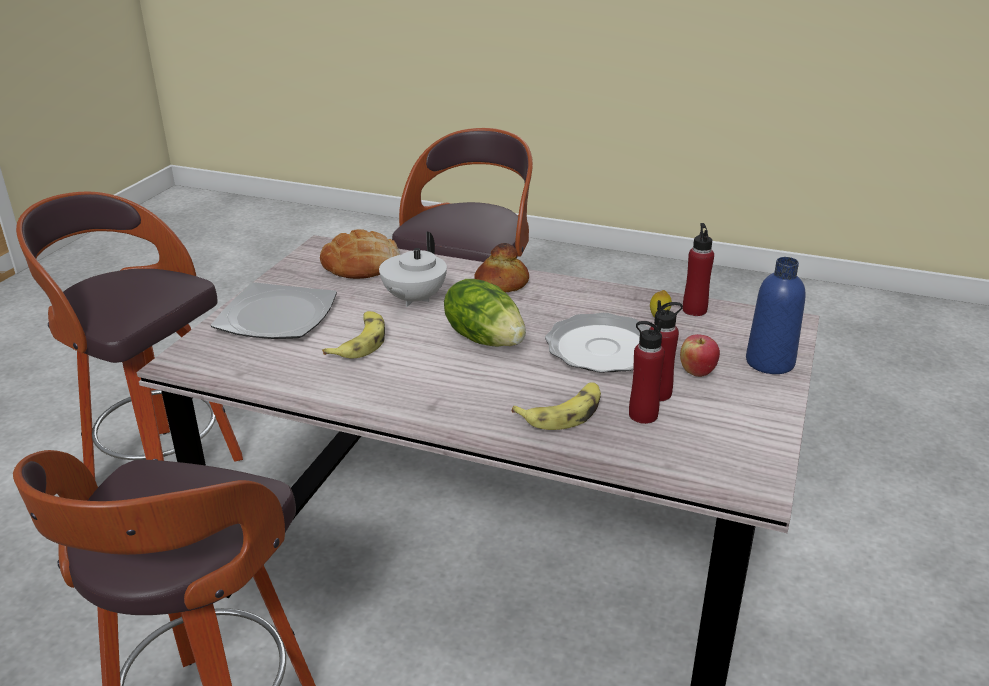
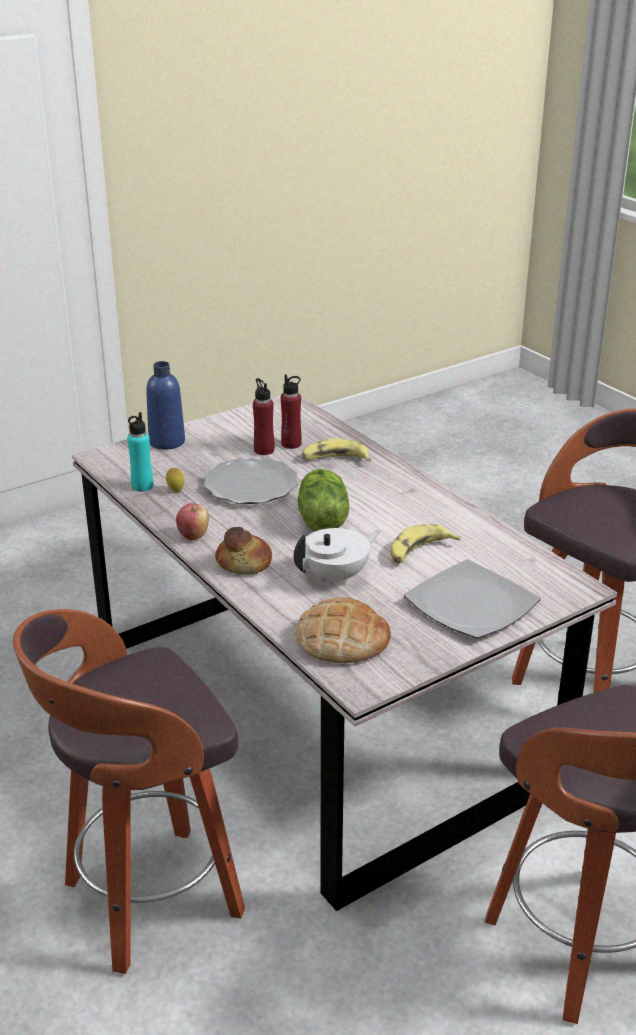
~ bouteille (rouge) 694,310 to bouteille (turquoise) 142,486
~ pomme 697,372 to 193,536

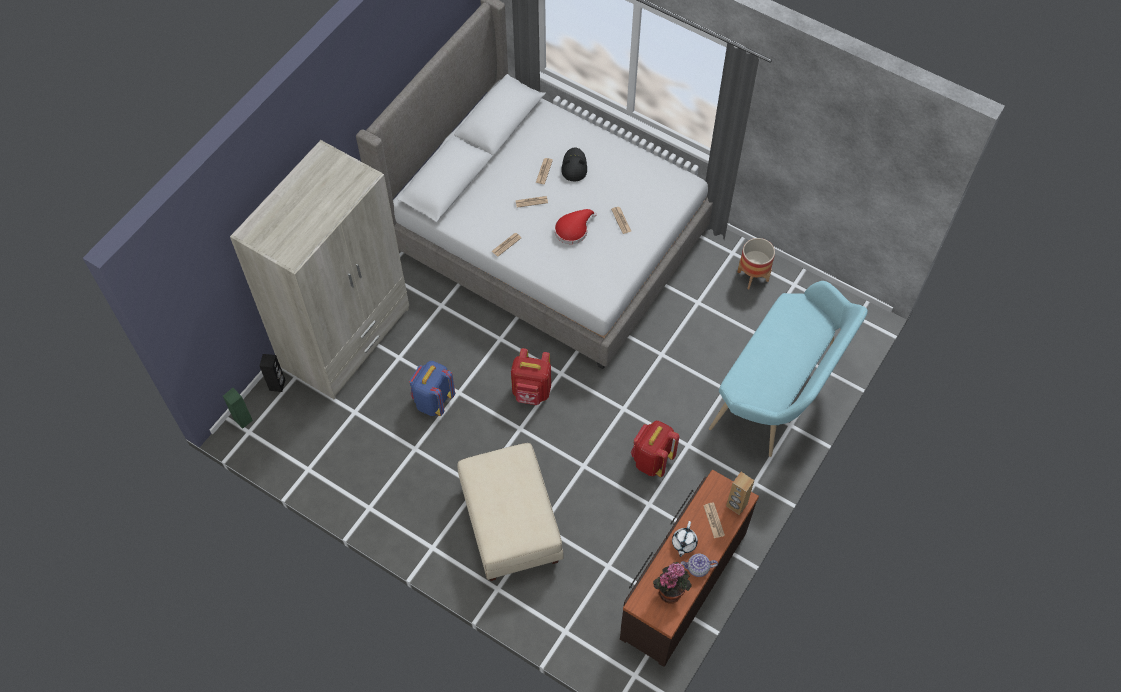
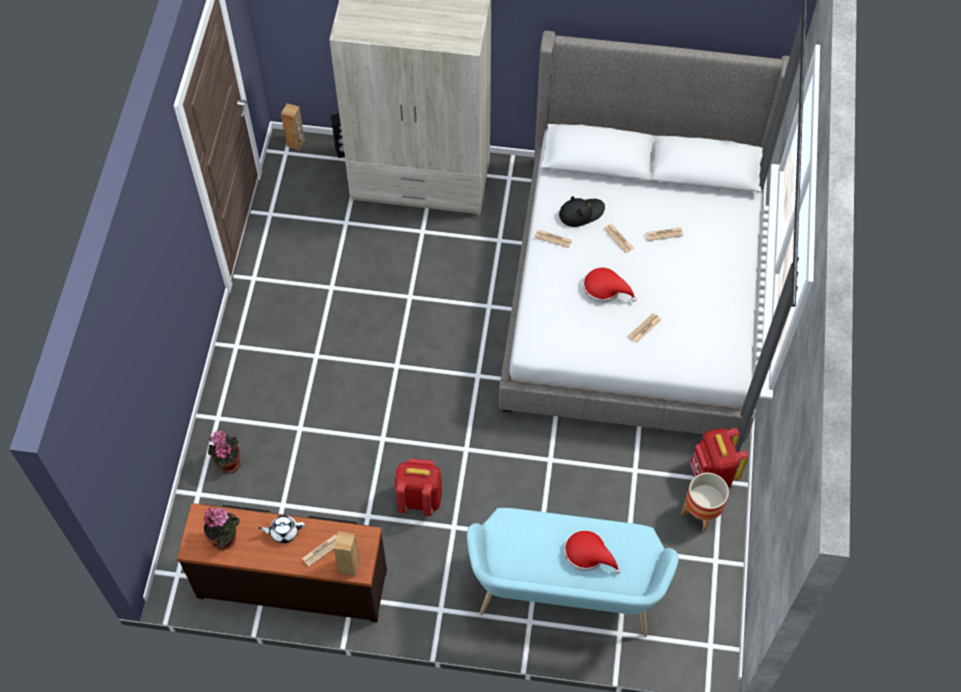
~ chapeau (noir) 574,166 to 581,213
~ sac à dos (rouge) 532,392 to 712,473
- sac à dos (bleu) 433,401
~ enceinte (vert) 243,419 to enceinte (marron) 296,143
- pouf (beige) 509,524
- théière 697,568
+ plante en pot 228,462
+ chapeau (rouge) 588,554

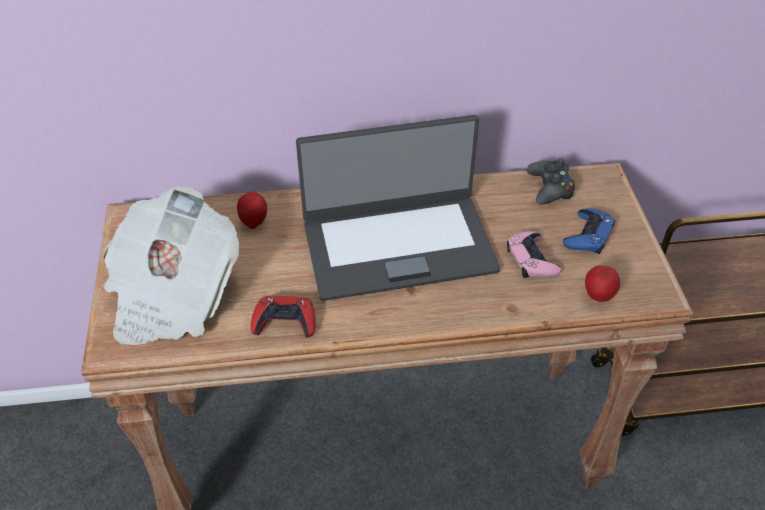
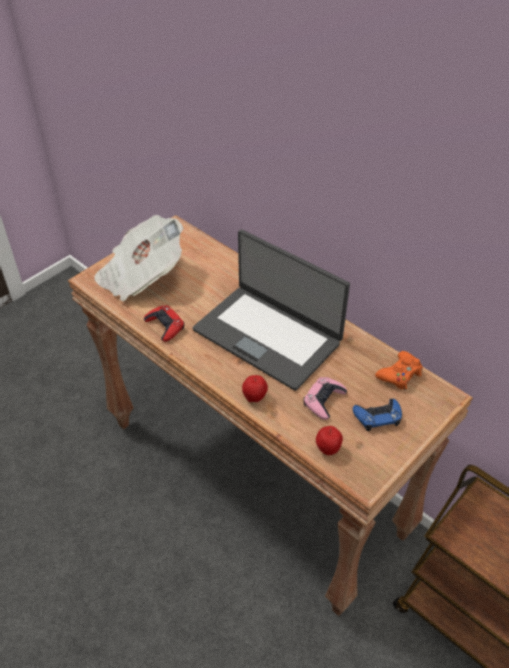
~ manette (noir) 550,188 to manette (orange) 400,375
~ pomme 254,223 to 255,398

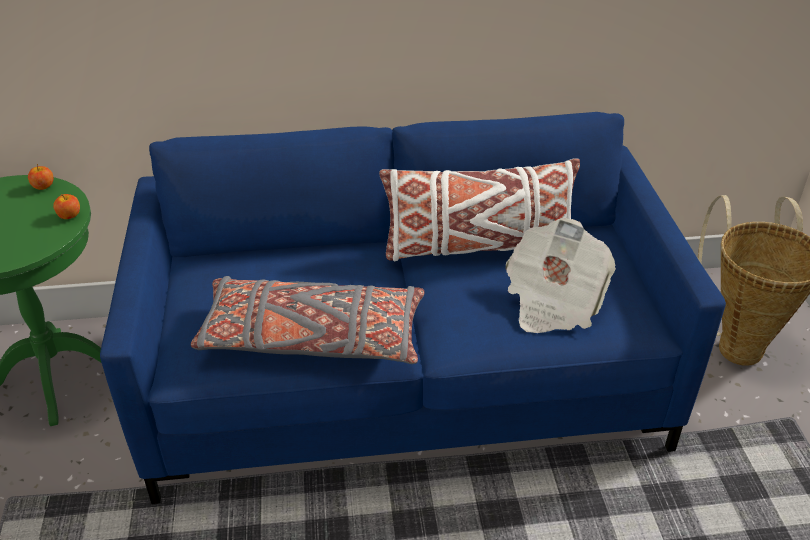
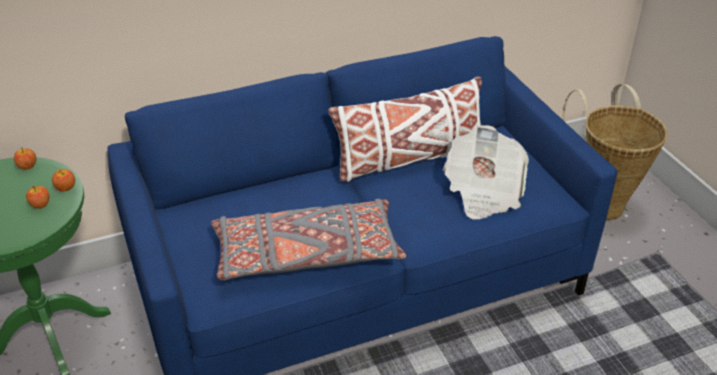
+ pomme 40,205

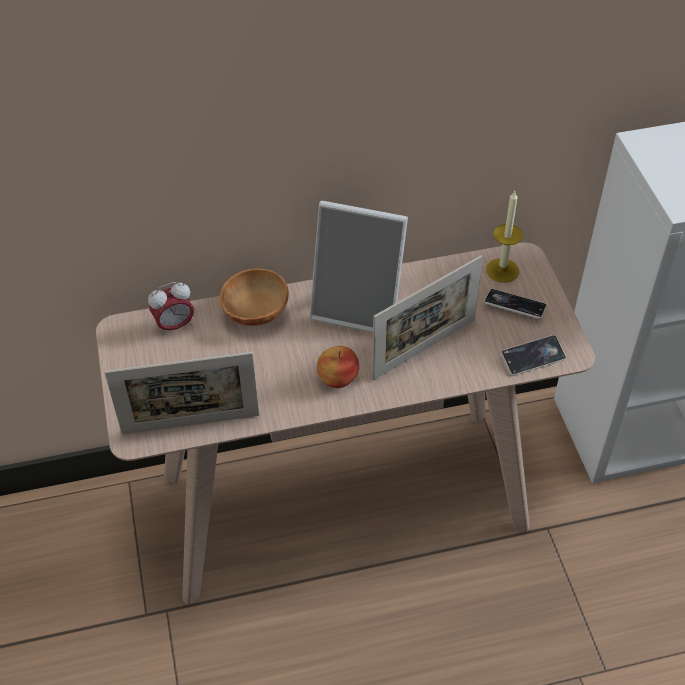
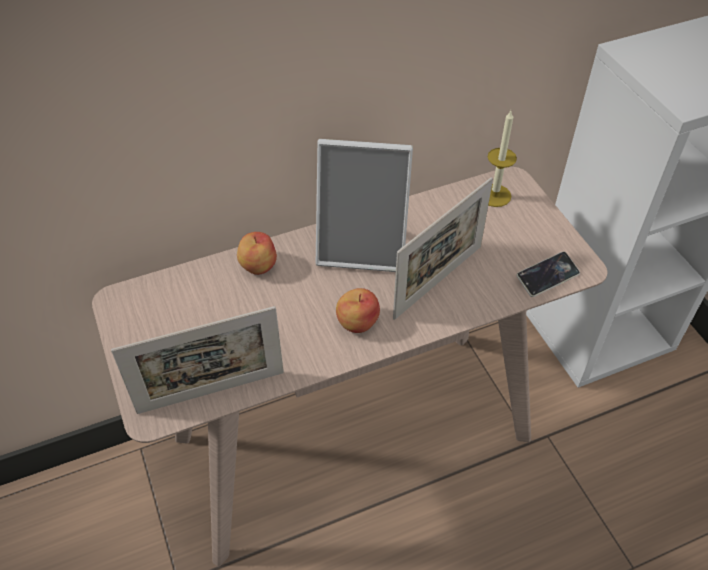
~ bol (marron) 254,312 to pomme 257,265
- réveil 175,325
- téléphone 514,306

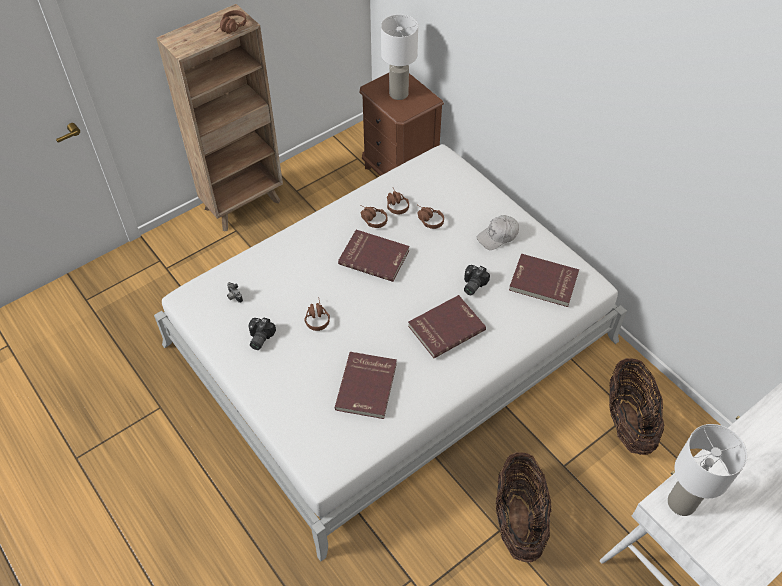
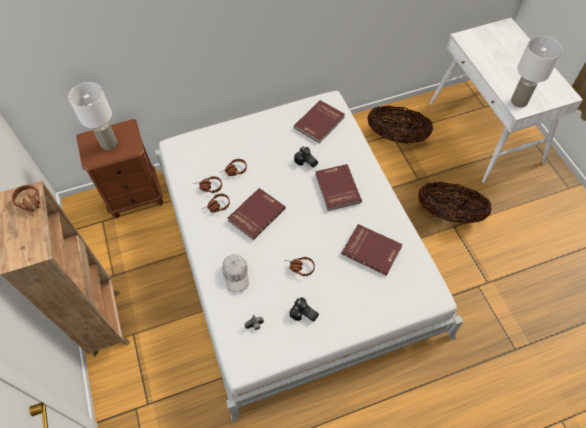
~ casquette (blanc) 498,236 to 236,274

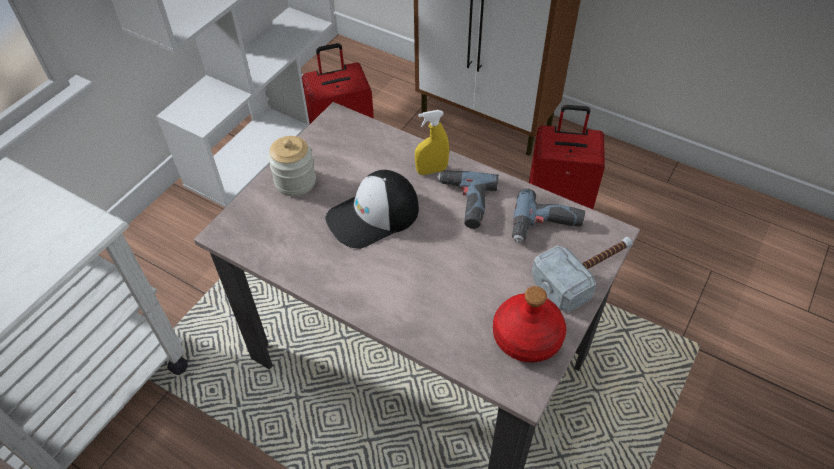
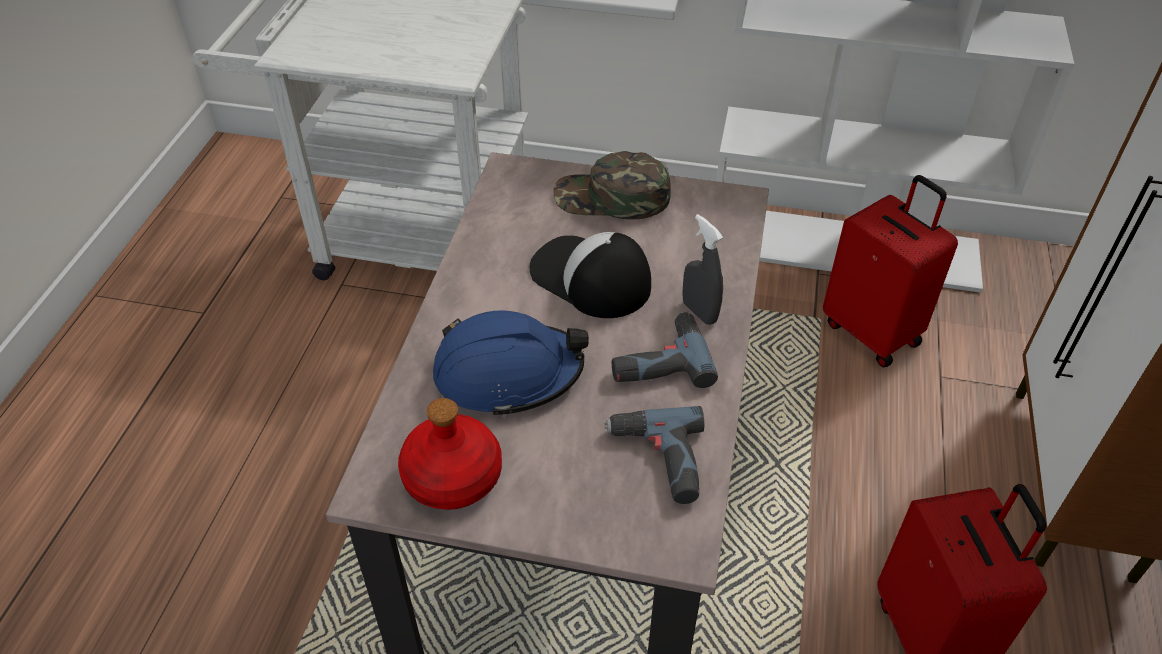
~ vaporisateur (jaune) 431,170 to vaporisateur (gris) 699,312
~ bocal 295,181 to casquette (vert) 611,198
- marteau 586,273
+ casque de chantier (bleu) 508,374

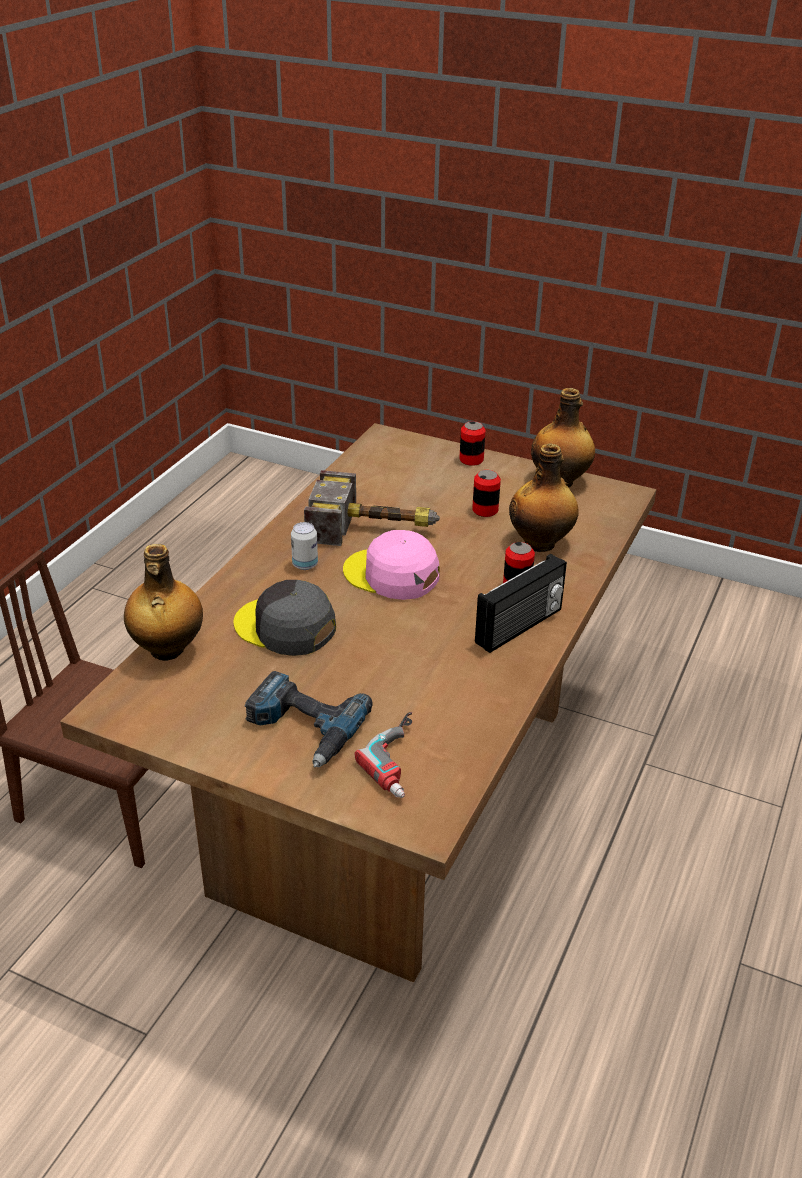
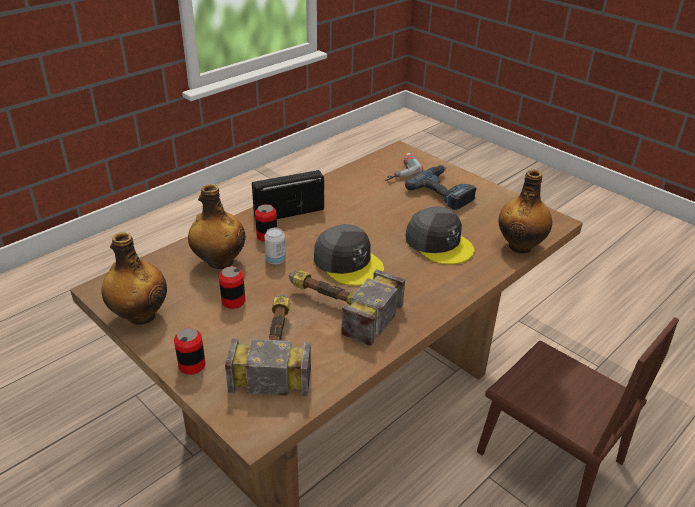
~ boîte métallique 305,565 to 275,260
~ casquette (rose) 391,575 to casquette (gris) 348,263
+ marteau 276,349

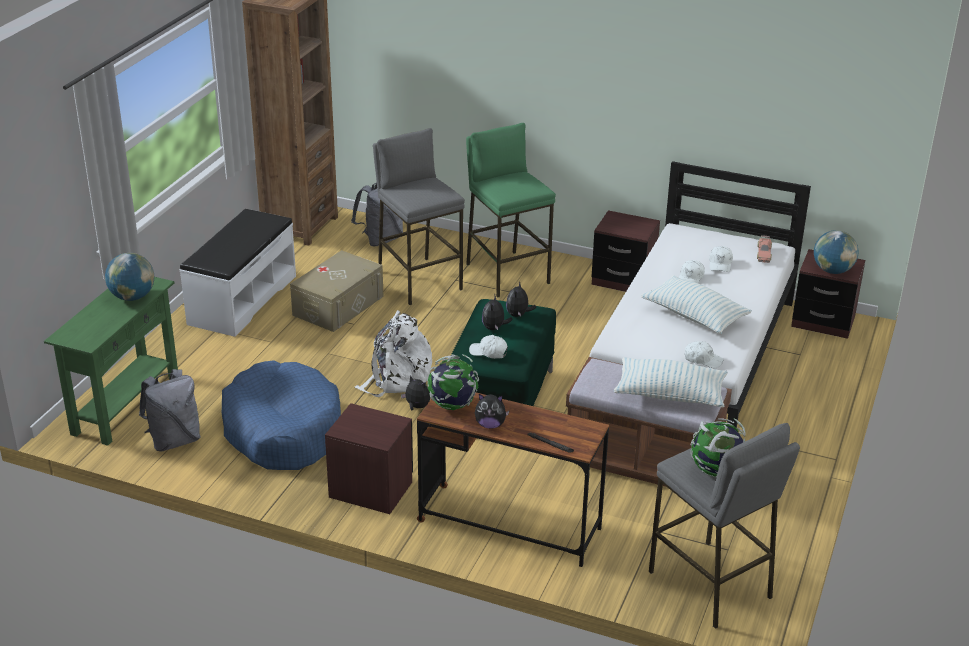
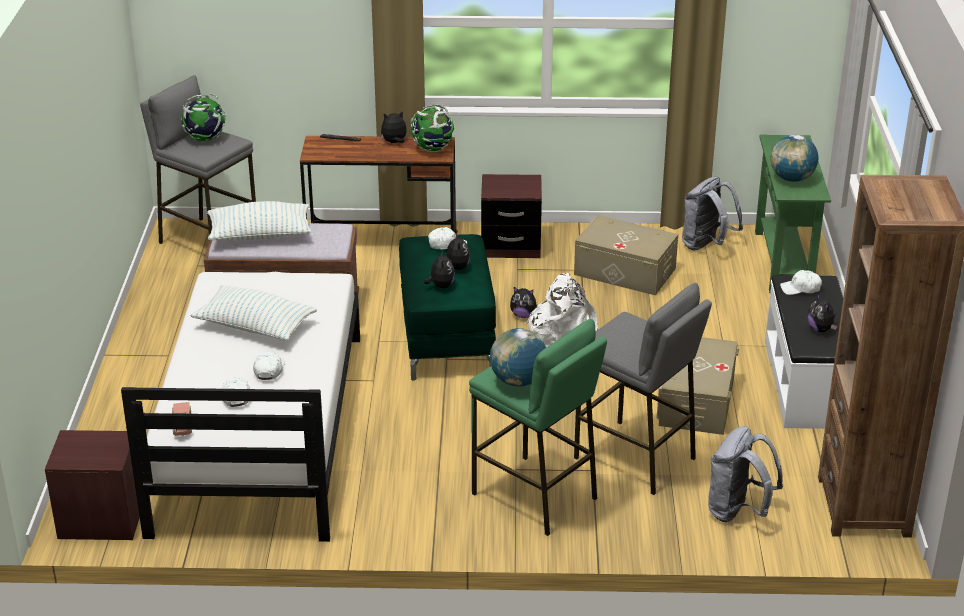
- table de chevet (marron) 623,280
~ globe 832,270 to 518,381
~ casquette (blanc) 702,359 to 800,289
~ panier pour chien (bleu) 283,430 to boîte de rangement (beige) 624,271
+ peluche 821,329

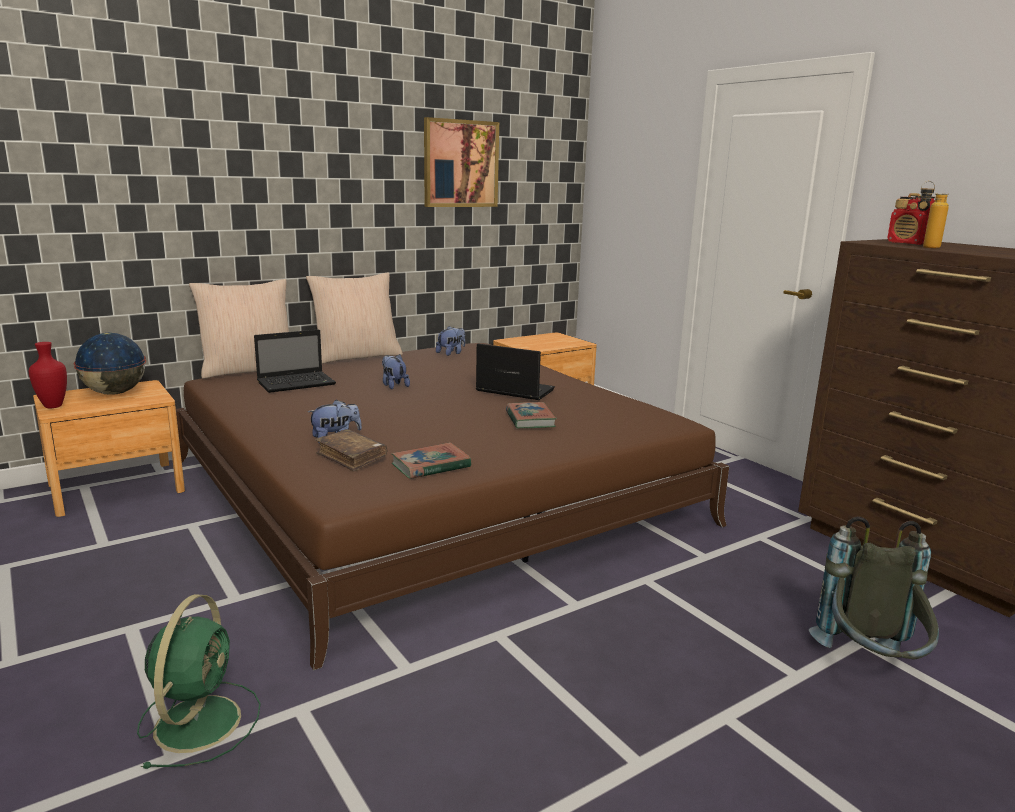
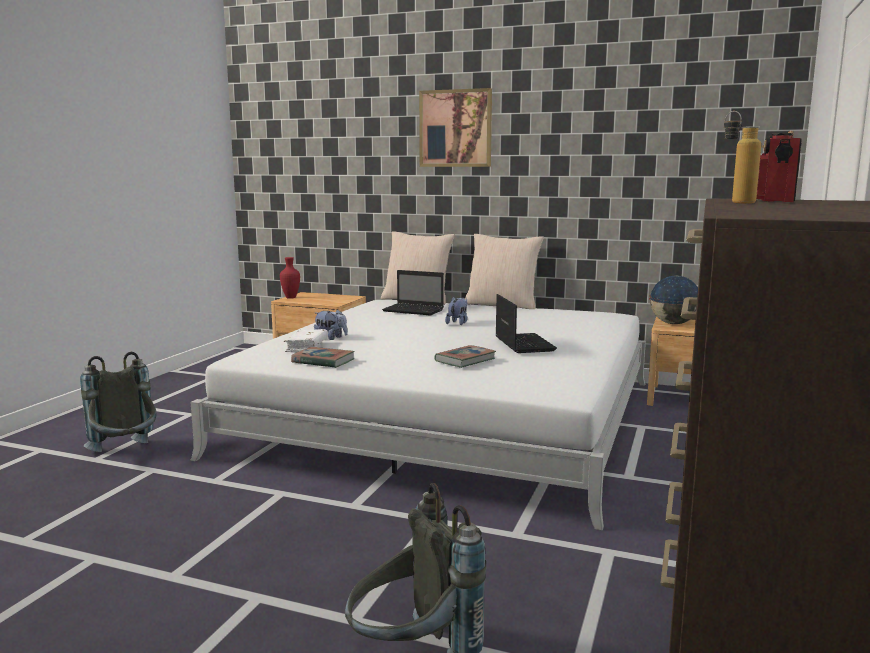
~ tableau 460,164 to 455,128
- peluche 451,353
~ globe 115,393 to 673,323
~ lit (marron) 430,491 to lit (blanc) 451,417
~ livre (marron) 351,457 to livre (blanc) 306,346
~ ventilateur (vert) 199,720 to sac à dos (gris) 126,454

